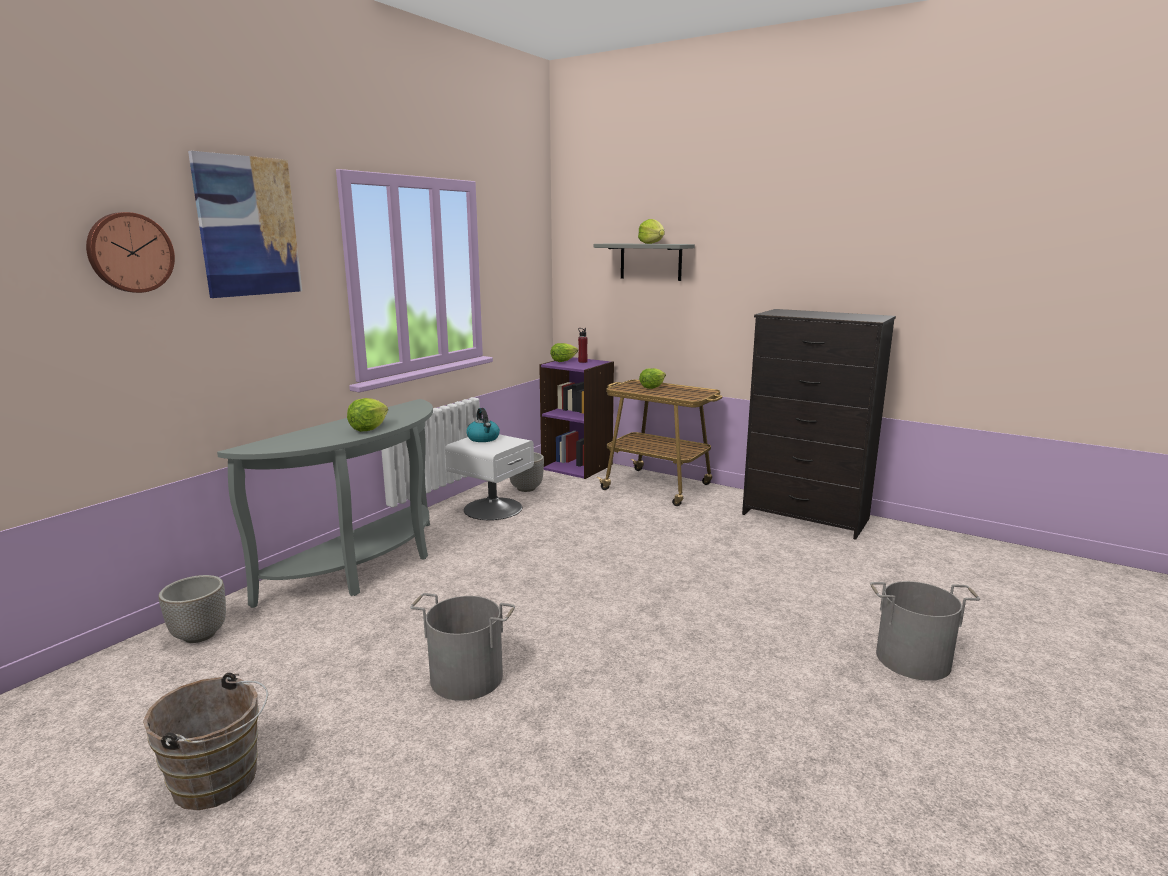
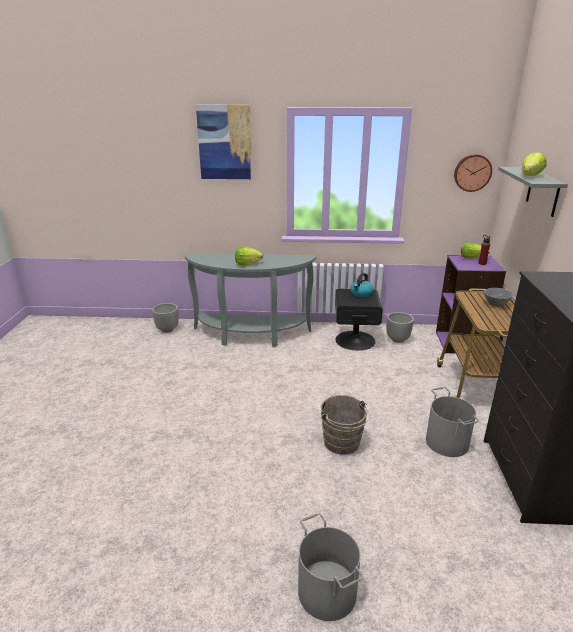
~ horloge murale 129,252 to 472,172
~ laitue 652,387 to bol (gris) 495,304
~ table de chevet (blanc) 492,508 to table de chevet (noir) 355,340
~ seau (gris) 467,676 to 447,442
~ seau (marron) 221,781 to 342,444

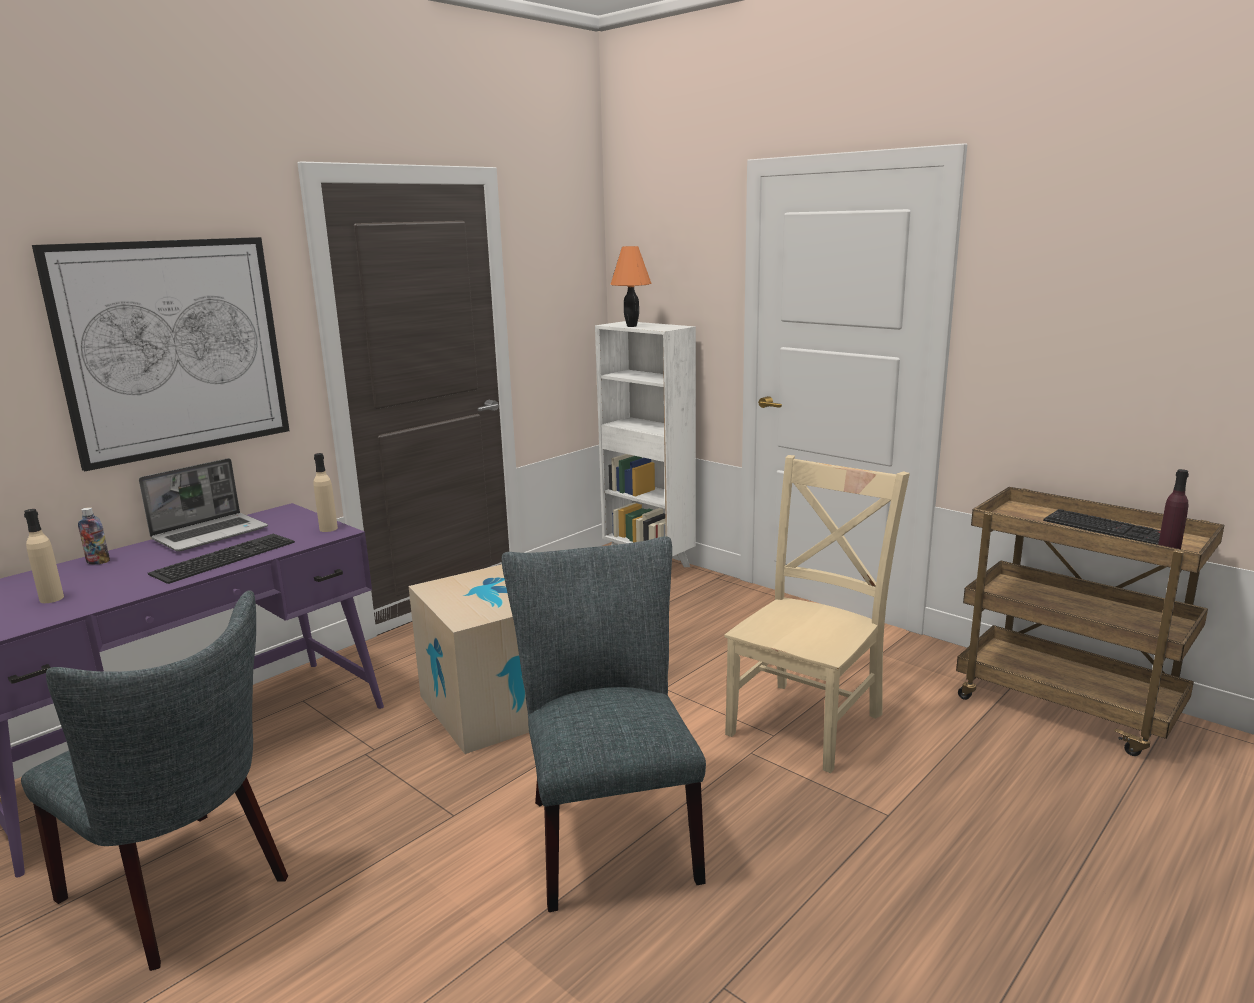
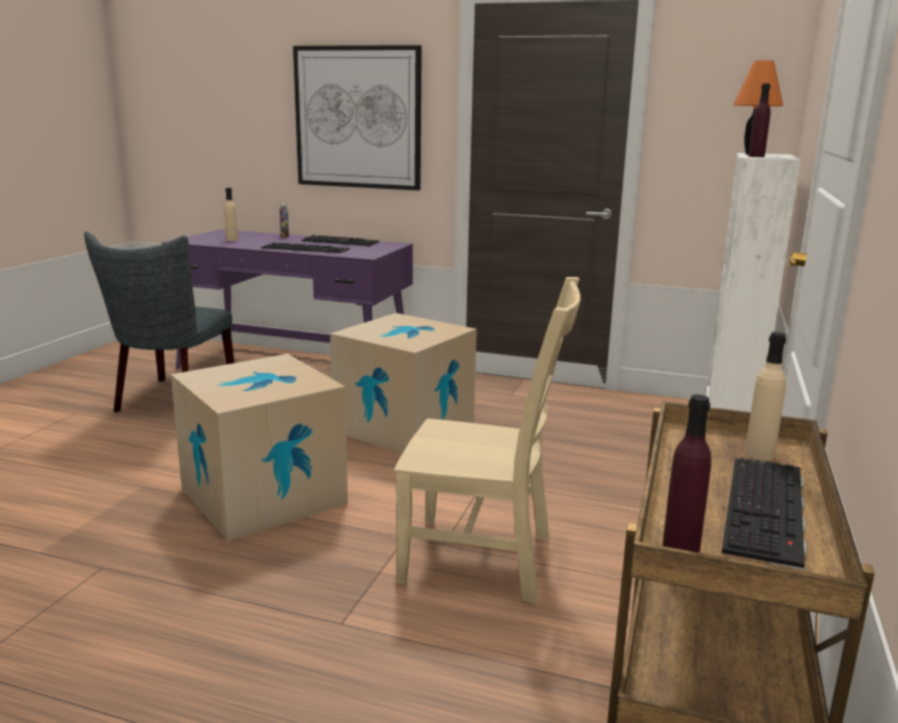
~ bouteille (beige) 328,529 to 759,454
~ ordinateur portable 211,534 to clavier 341,241
~ chaise (gris) 607,831 to carton 263,496
+ bouteille (violet) 756,156

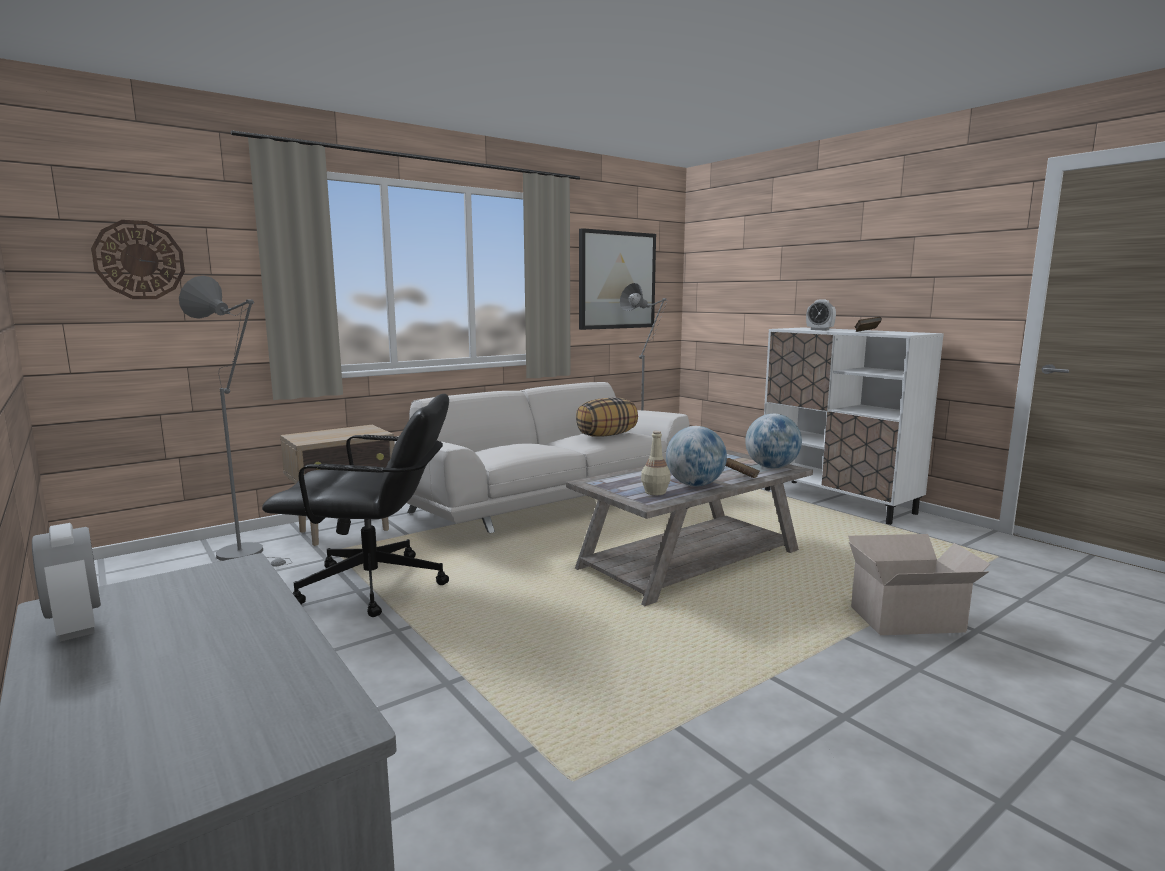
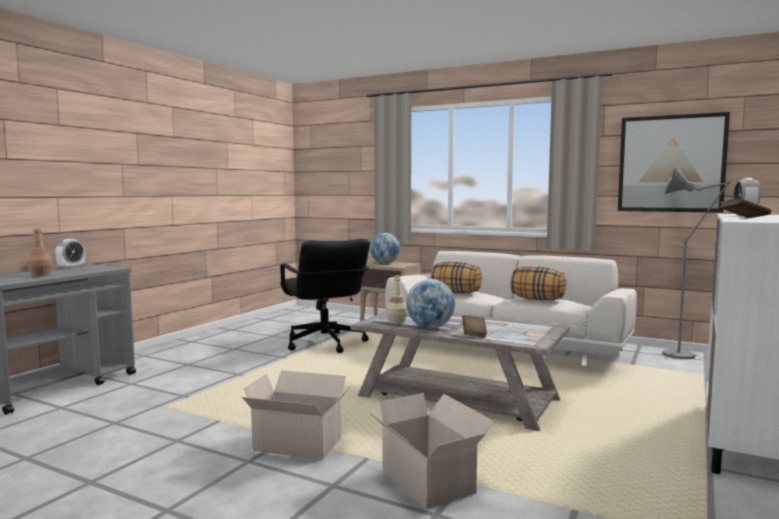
- horloge murale 139,260
- lampadaire (gris) 247,554
~ globe 771,467 to 385,263
+ bouteille (marron) 40,275
+ coussin 456,292
+ carton 300,445

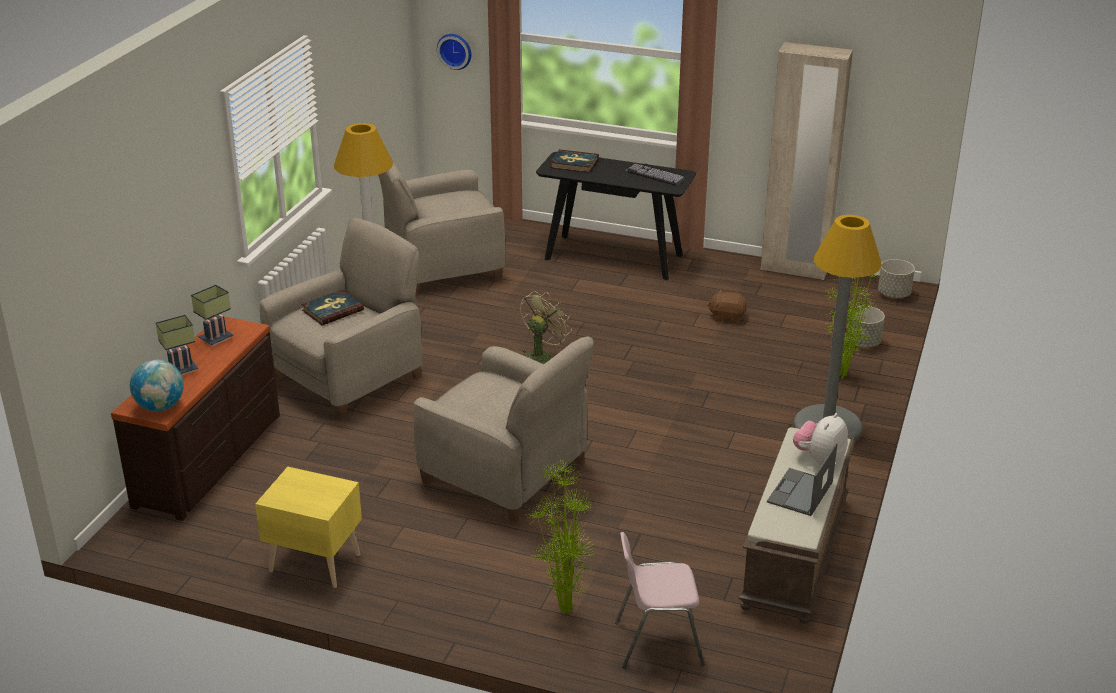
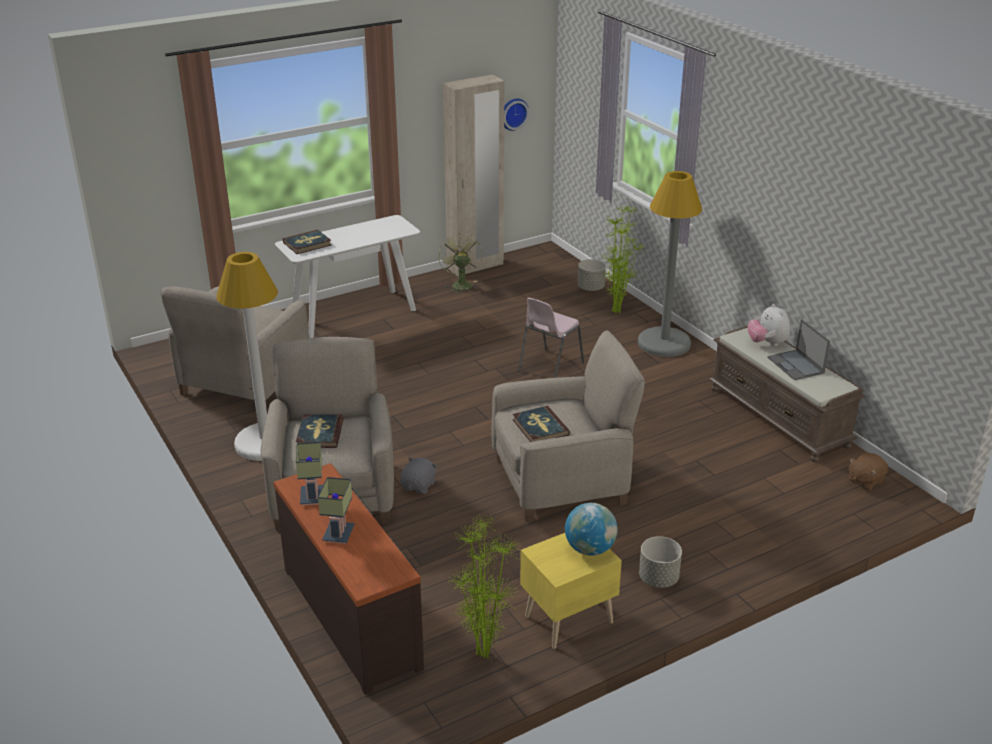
~ horloge murale 455,50 to 513,113
~ table console (noir) 614,257 to table console (blanc) 353,313
- clavier 658,174
~ cache-pot (gris) 893,294 to 658,578
~ peluche (marron) 727,317 to 865,481
~ ventilateur (vert) 541,355 to 460,284
~ globe 160,407 to 590,549
~ plante en pot 563,611 to 483,656
~ chaise (rose) 657,642 to 549,367
+ livre 540,427
+ peluche (gris) 419,486

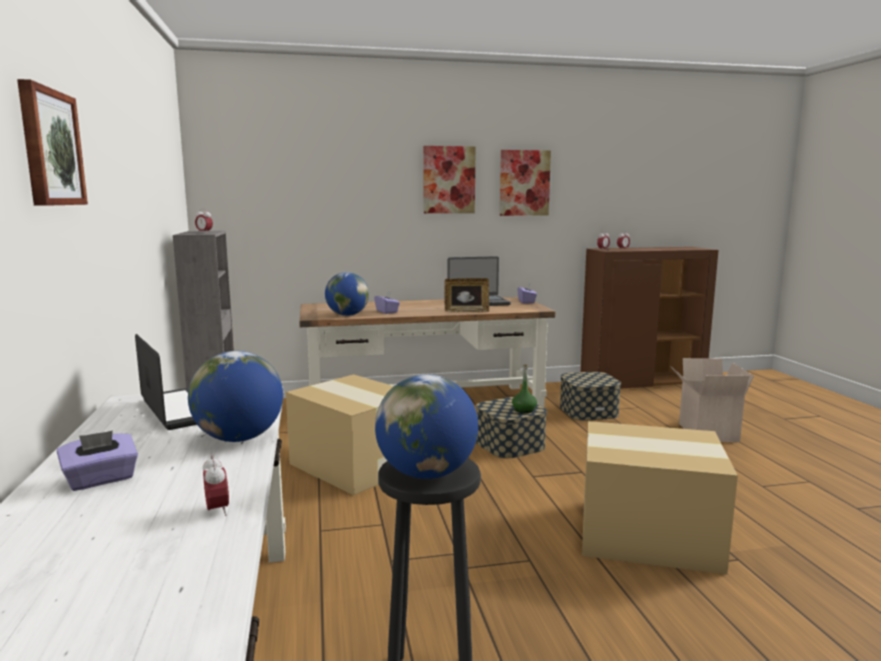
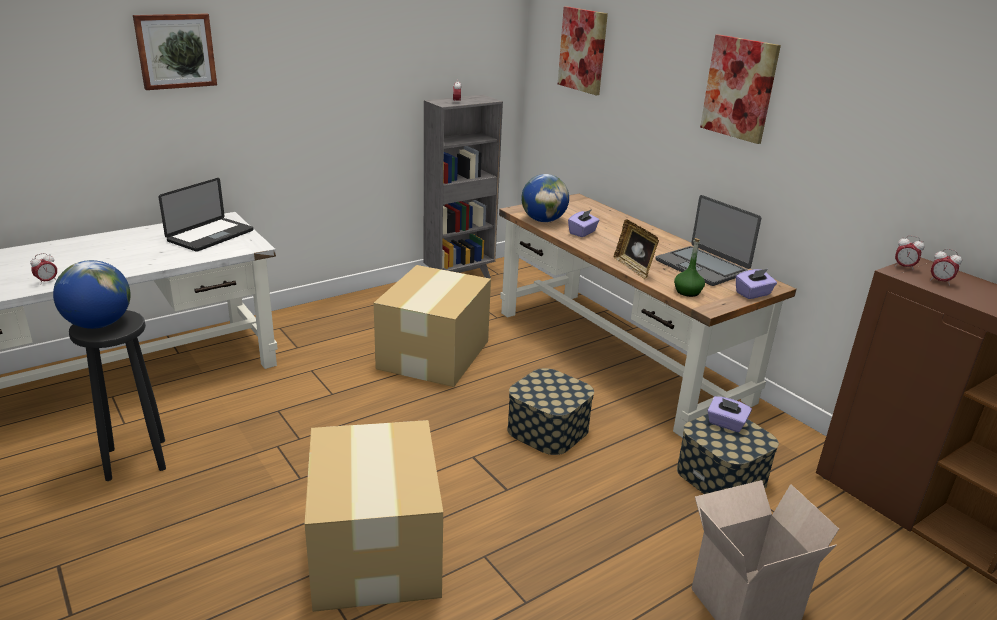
~ tableau 524,183 to 583,50
- globe 239,438
~ bouteille (vert) 524,410 to 687,292
~ boîte à mouchoirs (violet) 101,480 to 726,424

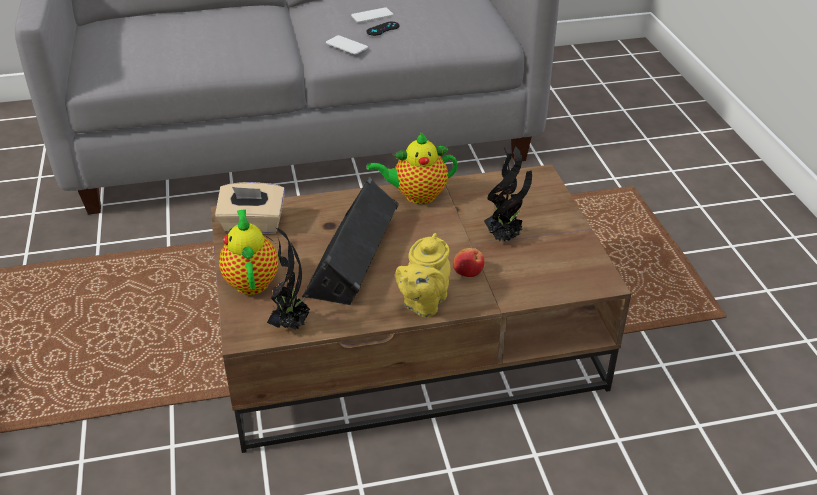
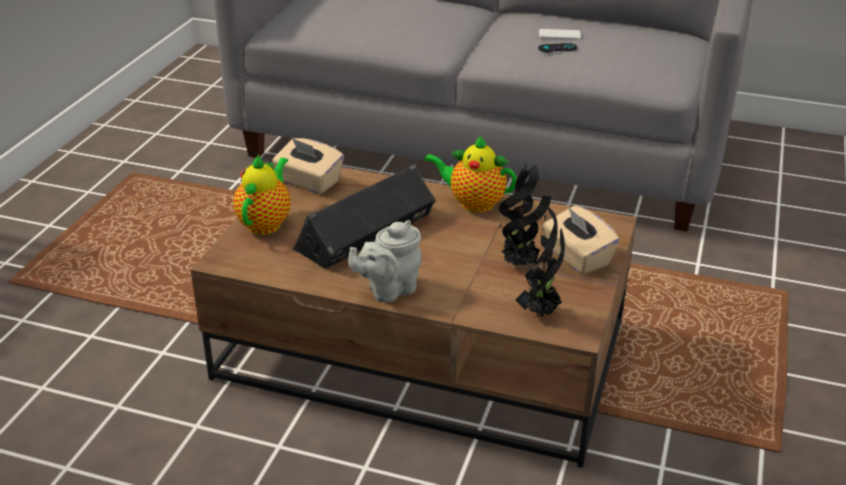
- téléphone 346,46
~ plante en pot 291,323 to 540,312
~ théière (jaune) 423,303 to théière (gris) 388,290
- pomme 468,272
+ boîte à mouchoirs (beige) 577,257

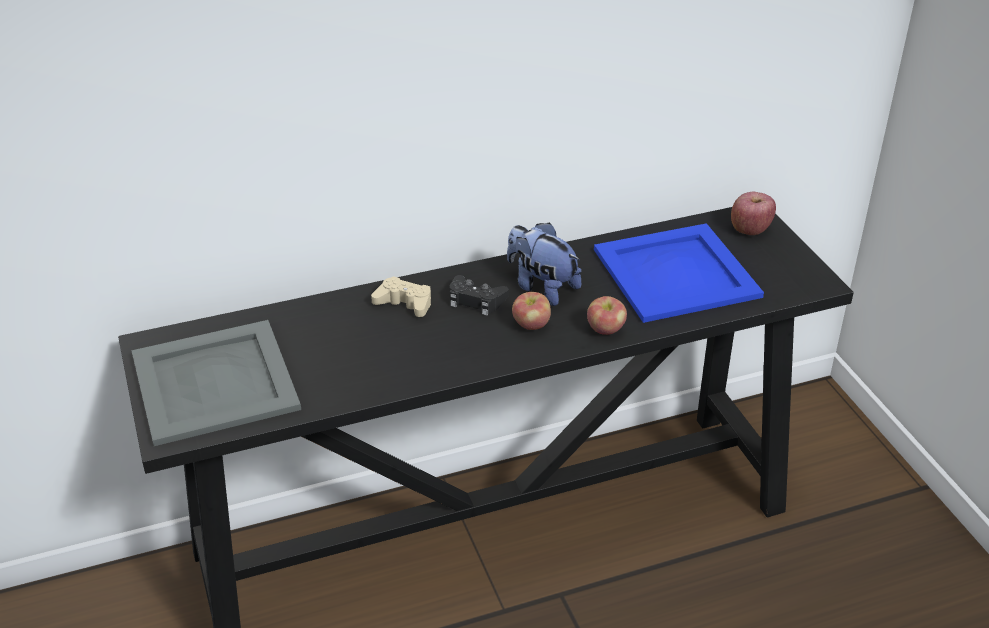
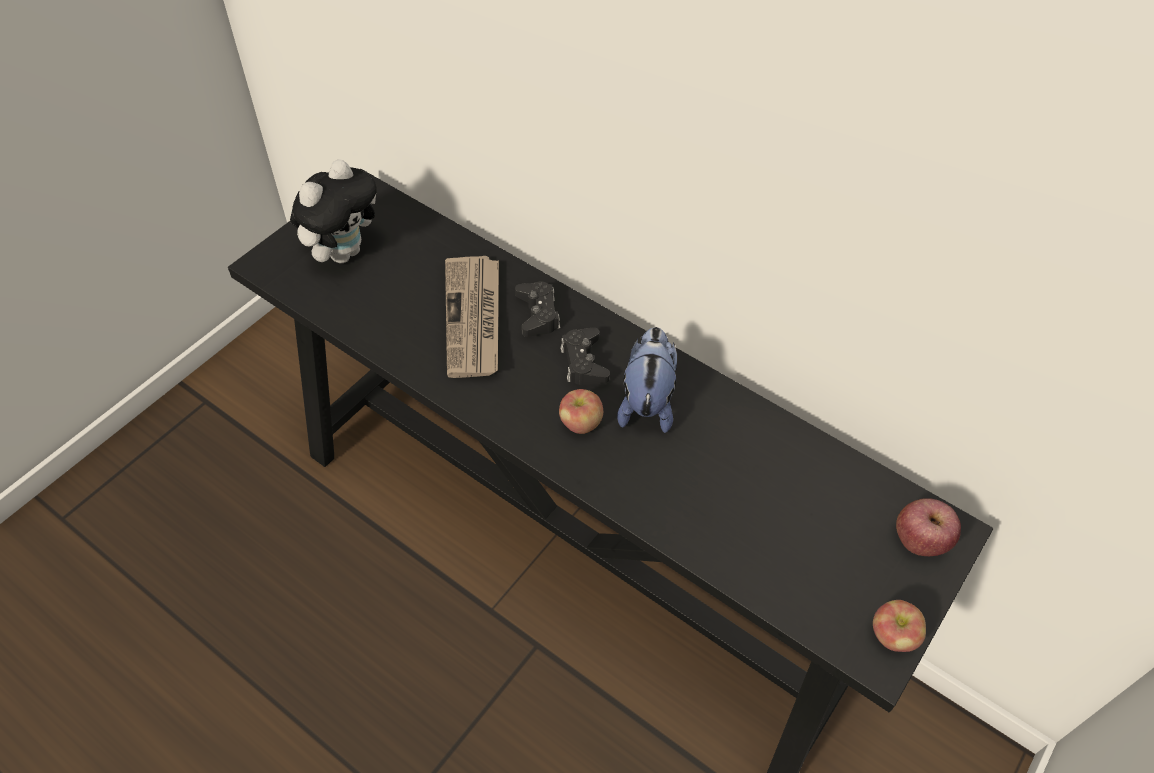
- plateau (bleu) 676,272
~ manette (beige) 404,303 to manette (noir) 537,314
~ pomme 605,330 to 892,636
~ plateau (gris) 213,381 to peluche 343,252
+ journal 474,319

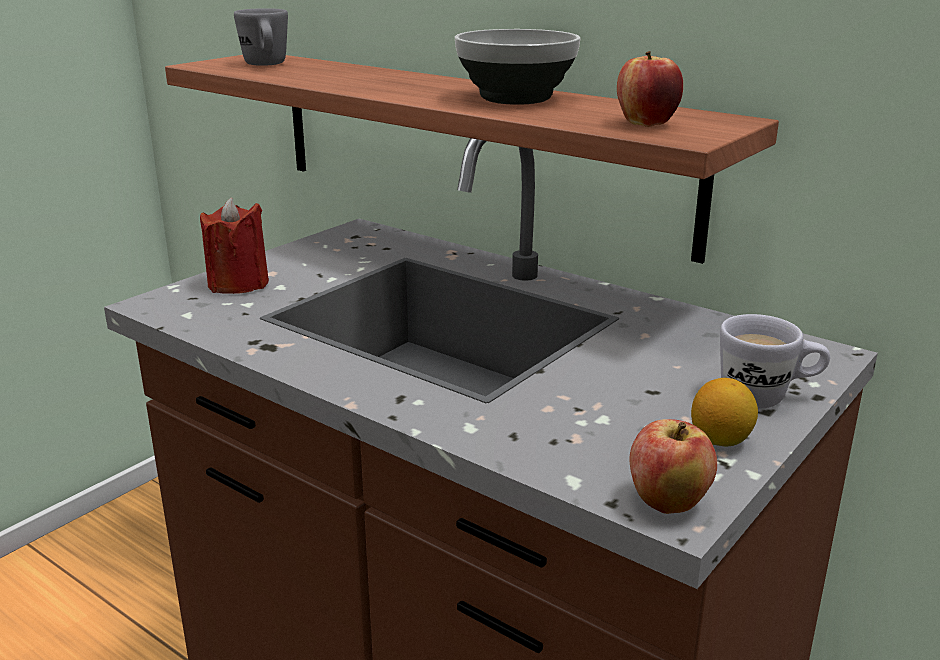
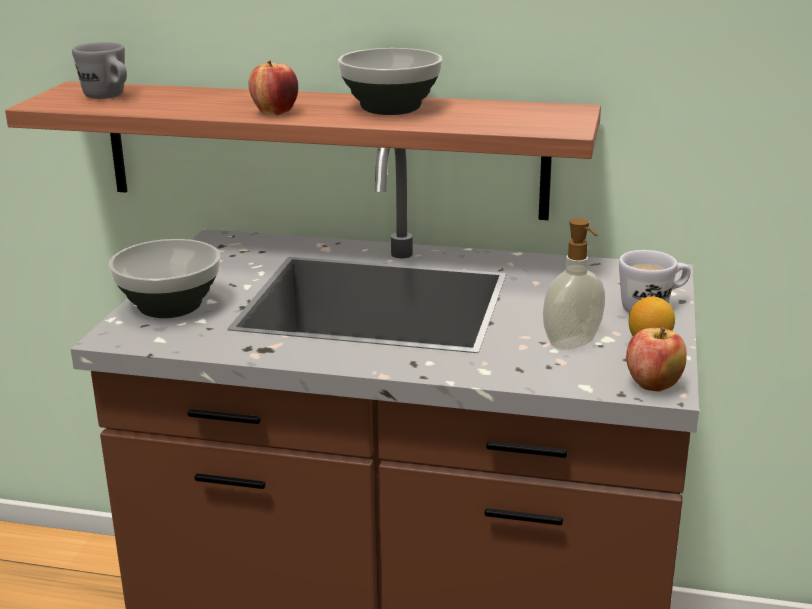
~ pomme 646,124 to 275,113
~ bougie (rouge) 238,284 to bol 170,306
+ distributeur de savon 573,344

